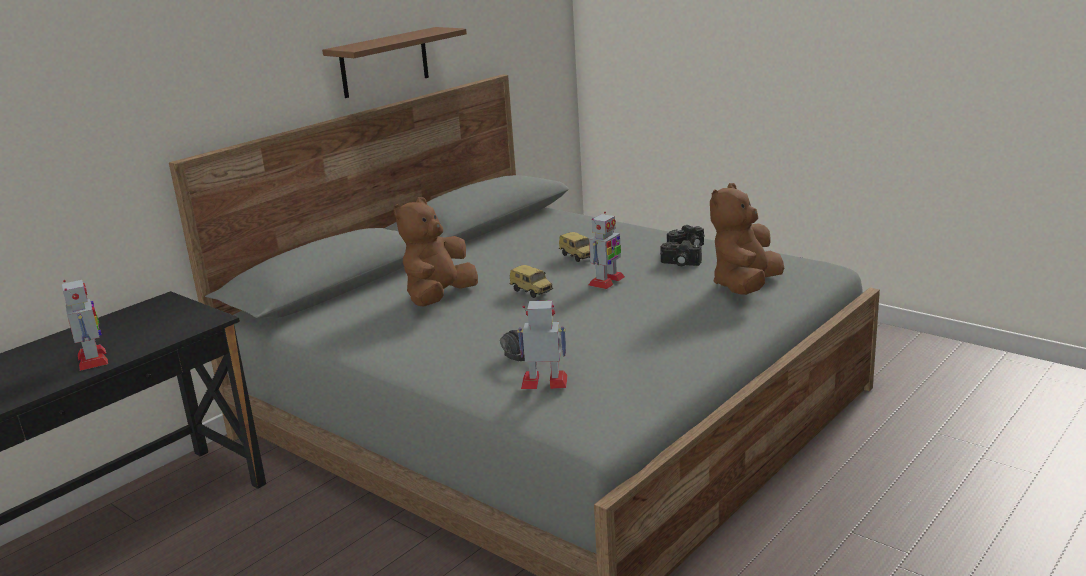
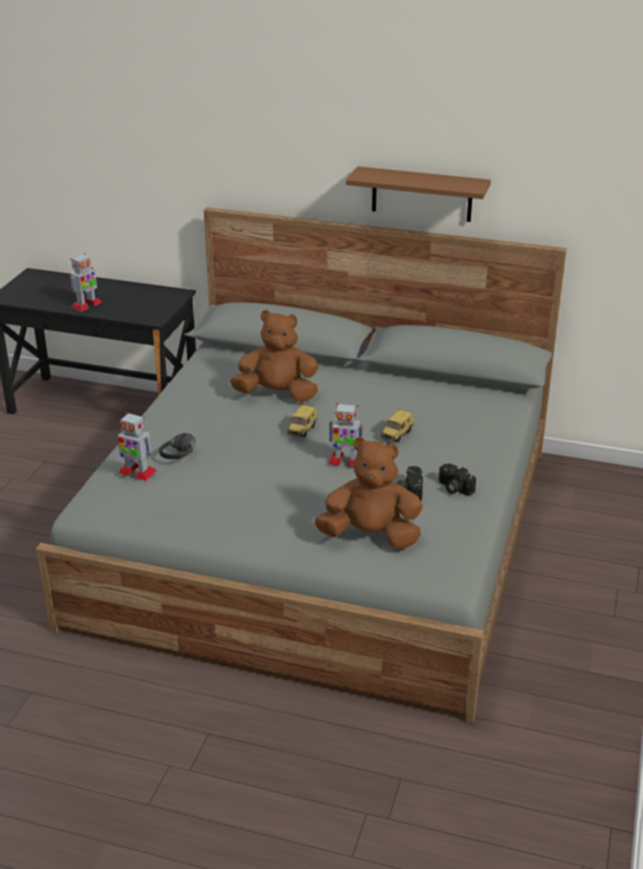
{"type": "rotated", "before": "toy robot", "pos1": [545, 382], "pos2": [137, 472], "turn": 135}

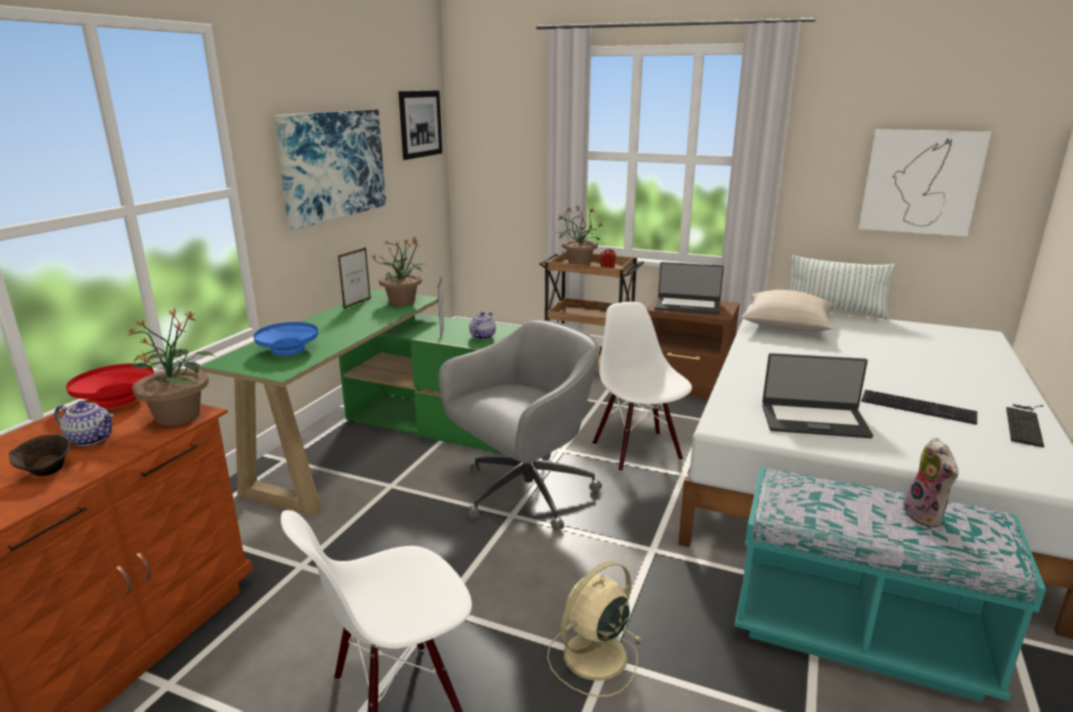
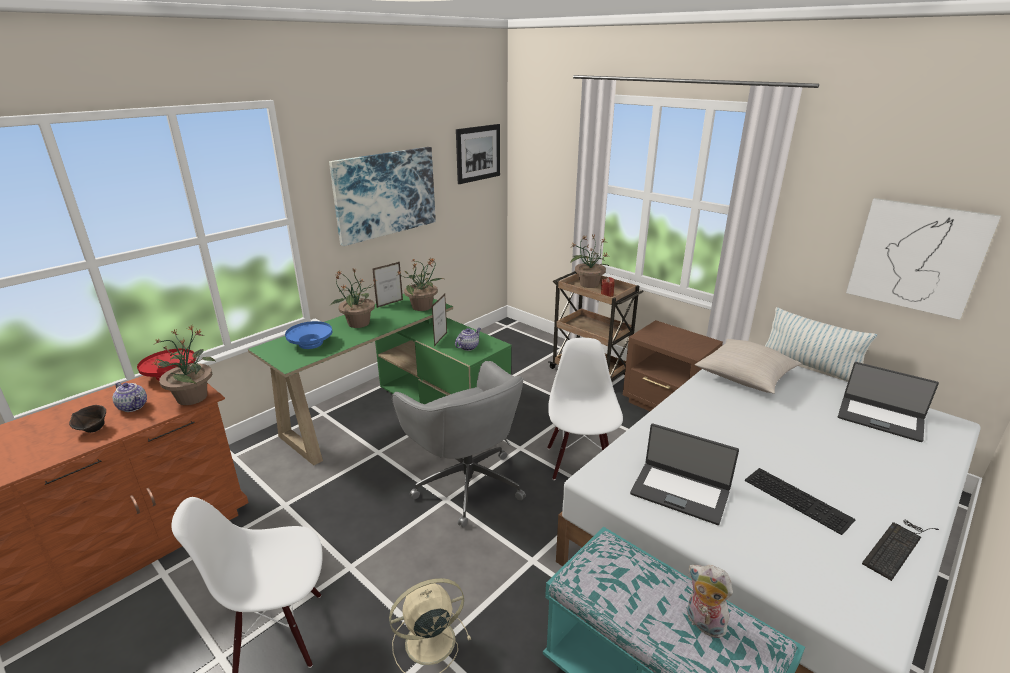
{"type": "rotated", "before": "office chair (grey)", "pos1": [524, 494], "pos2": [466, 482], "turn": 75}
{"type": "shifted", "before": "laptop", "pos1": [687, 306], "pos2": [880, 418]}
{"type": "rotated", "before": "plush toy", "pos1": [926, 516], "pos2": [703, 624], "turn": 120}
{"type": "new", "after": "potted plant", "pos2": [358, 323]}

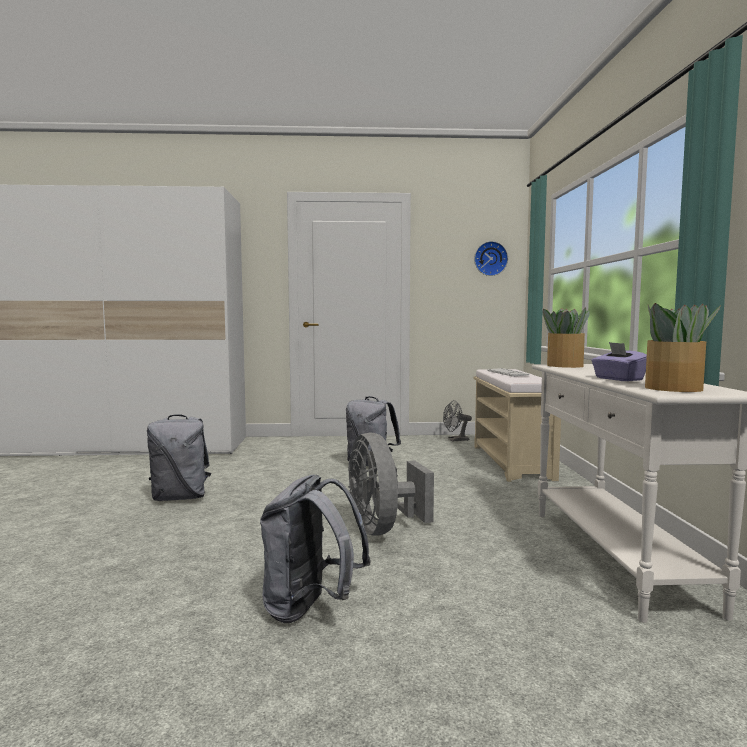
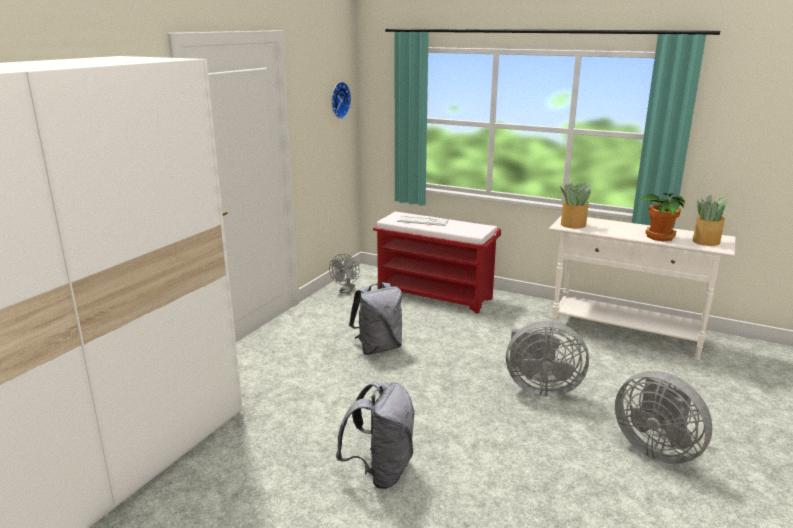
{"type": "swapped", "before": "backpack (grey)", "after": "fan (grey)", "pos1": [310, 608], "pos2": [656, 449]}
{"type": "repainted", "before": "bench (beige)", "after": "bench (red)", "pos1": [513, 462], "pos2": [435, 295]}
{"type": "swapped", "before": "tissue box (purple)", "after": "potted plant", "pos1": [618, 379], "pos2": [659, 237]}

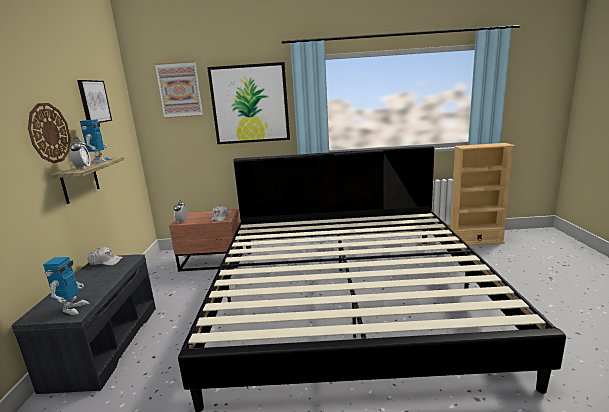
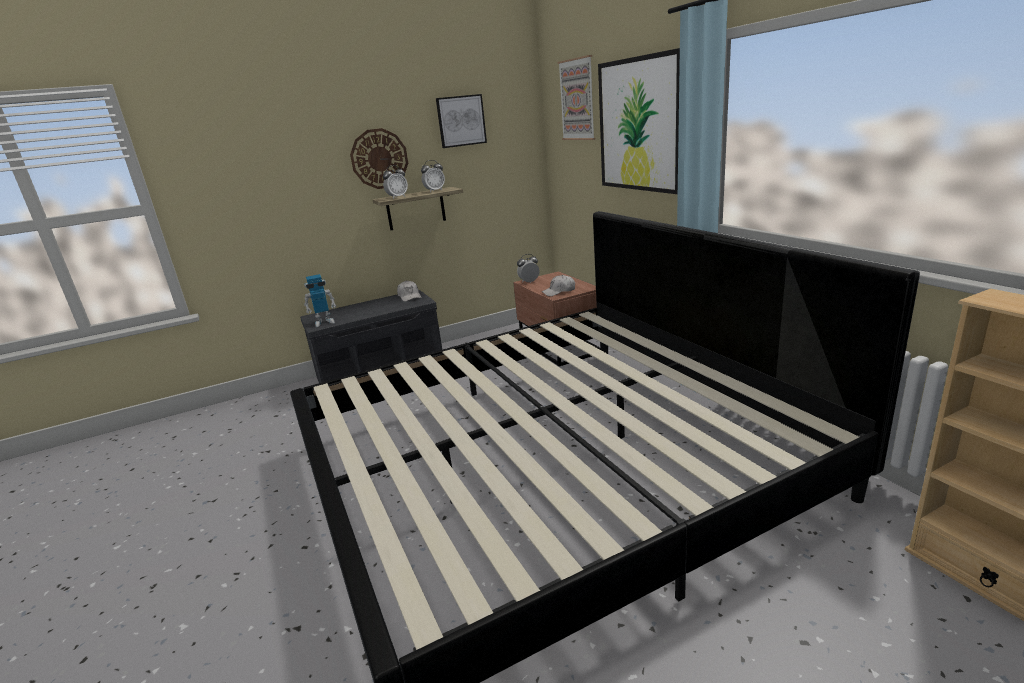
{"type": "swapped", "before": "toy robot", "after": "alarm clock", "pos1": [100, 161], "pos2": [434, 191]}

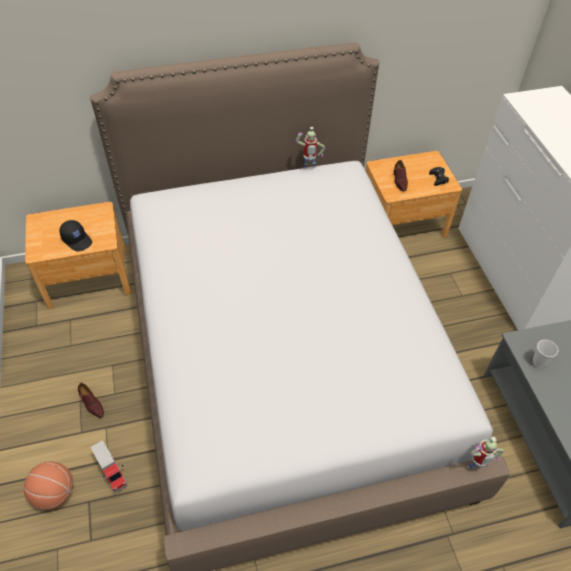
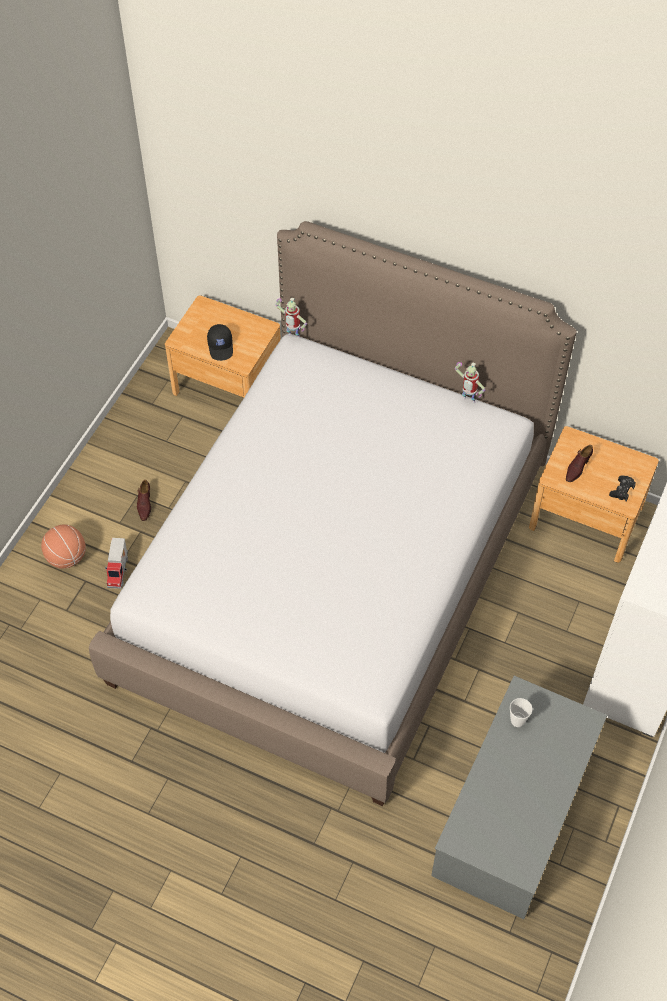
{"type": "shifted", "before": "toy robot", "pos1": [474, 467], "pos2": [293, 337]}

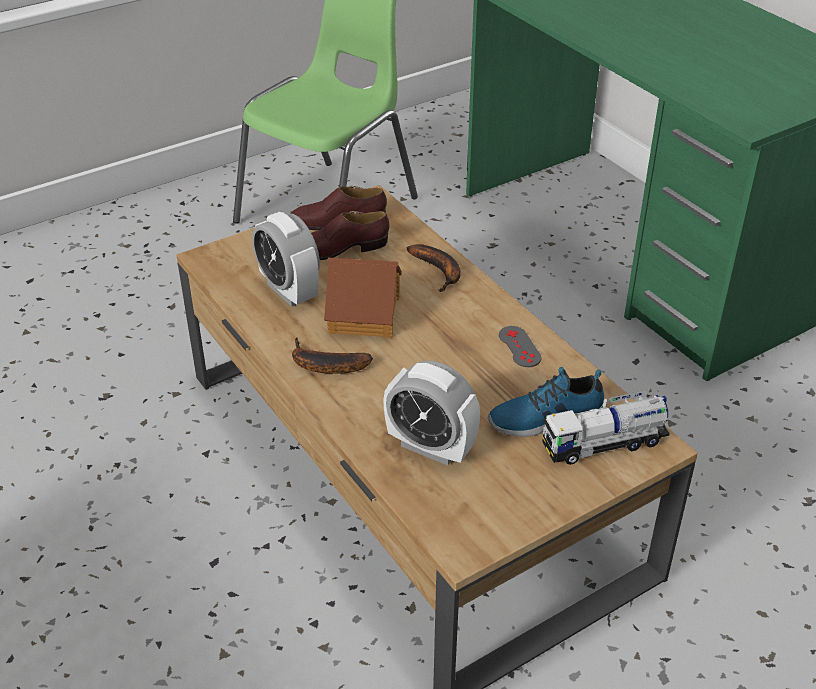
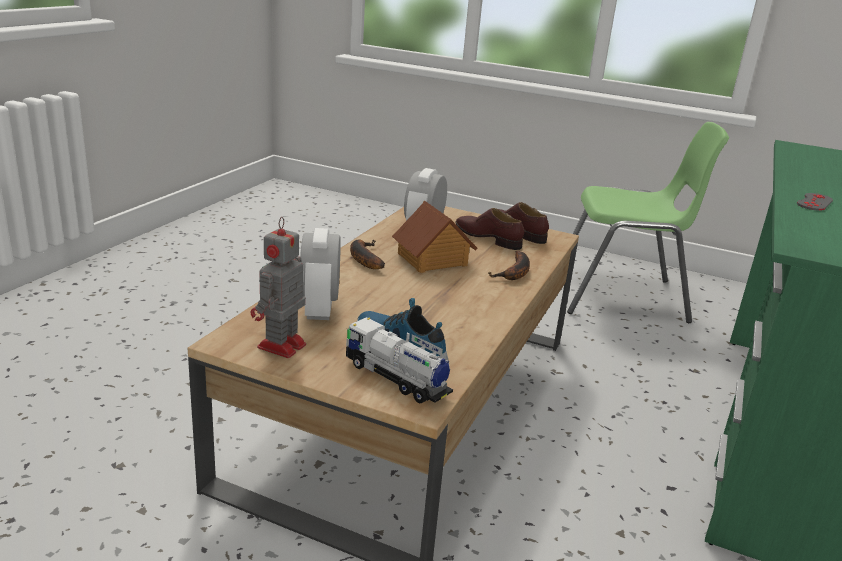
{"type": "shifted", "before": "game controller (grey)", "pos1": [519, 347], "pos2": [814, 202]}
{"type": "new", "after": "toy robot", "pos2": [280, 347]}

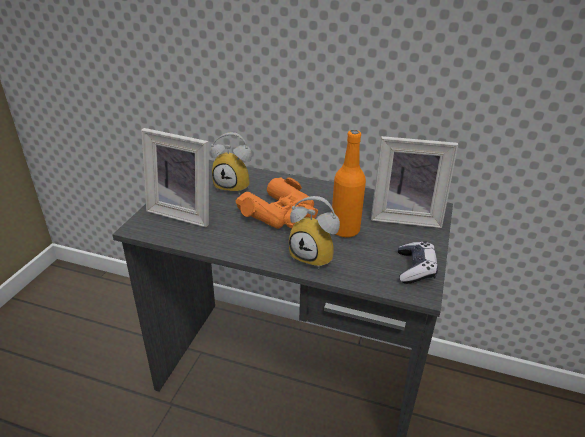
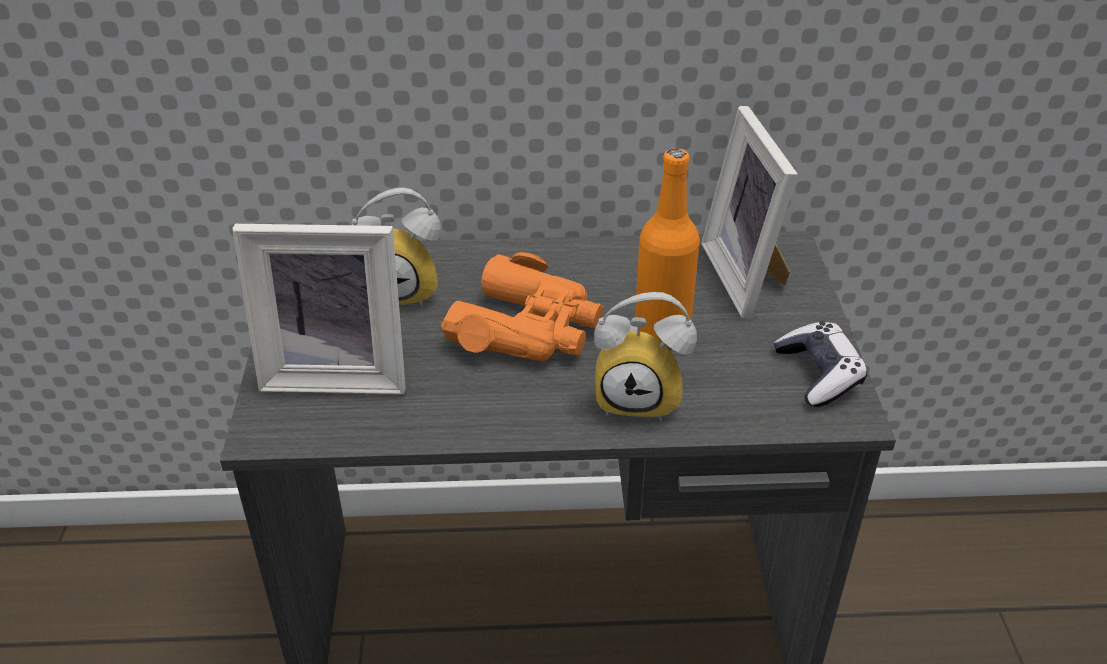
{"type": "rotated", "before": "picture frame", "pos1": [405, 216], "pos2": [748, 277], "turn": 90}

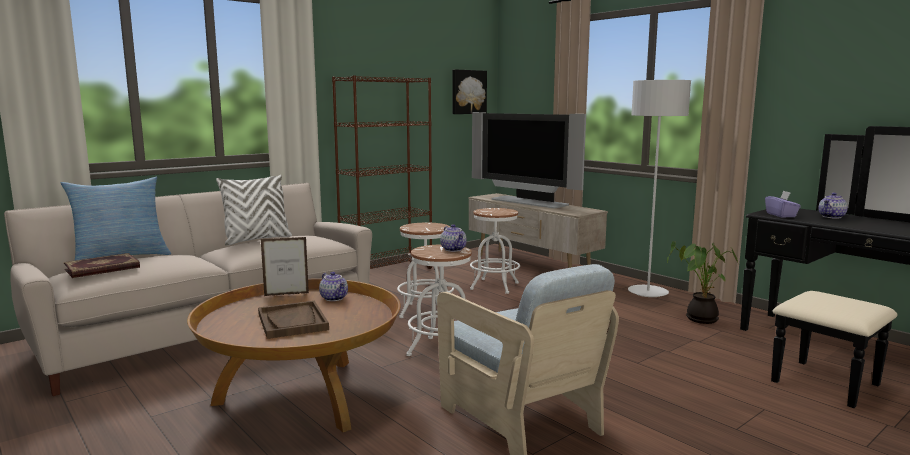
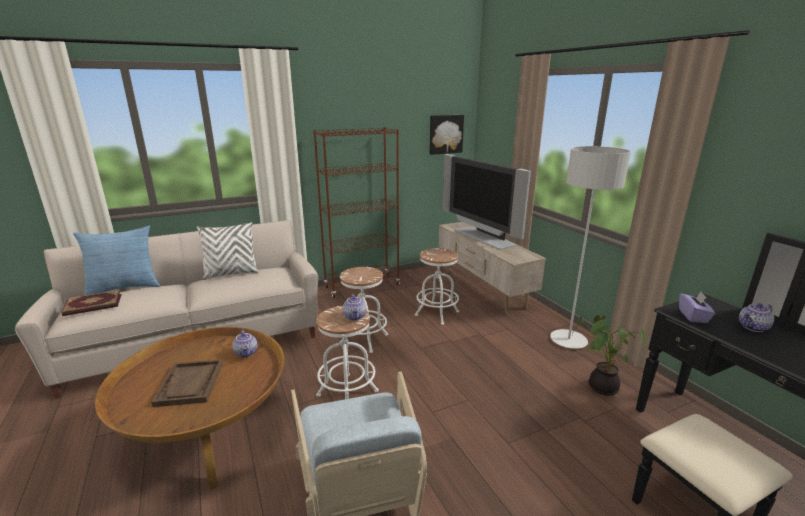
{"type": "gone", "before": "picture frame", "pos1": [286, 294]}

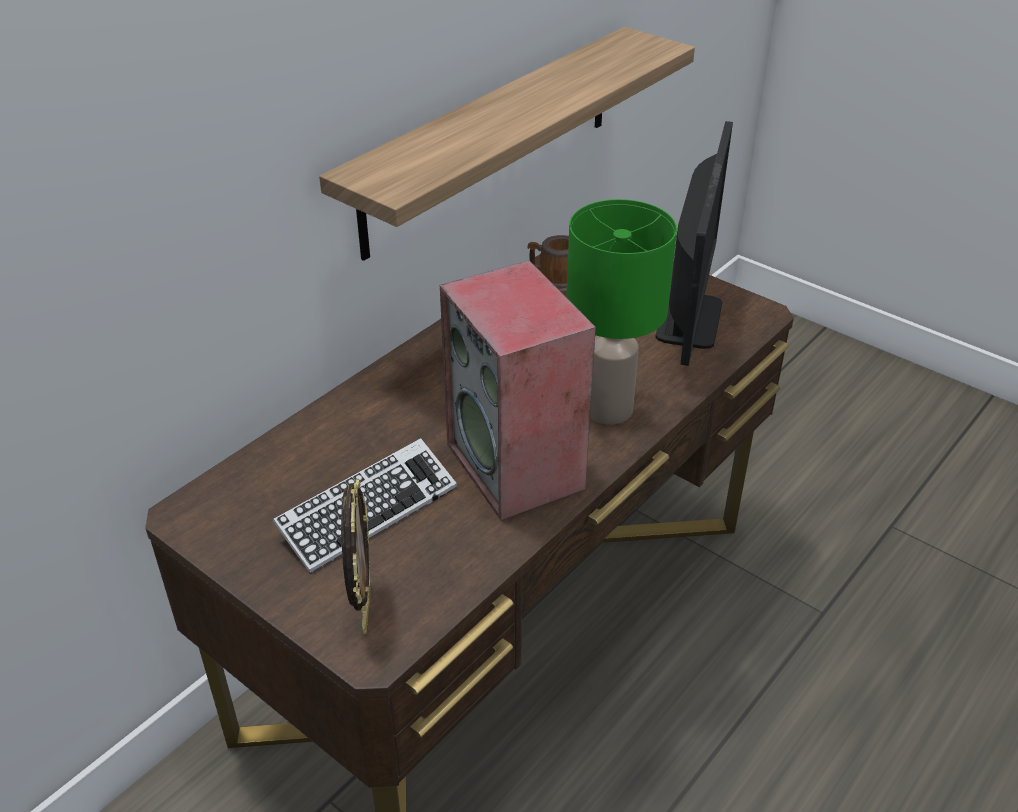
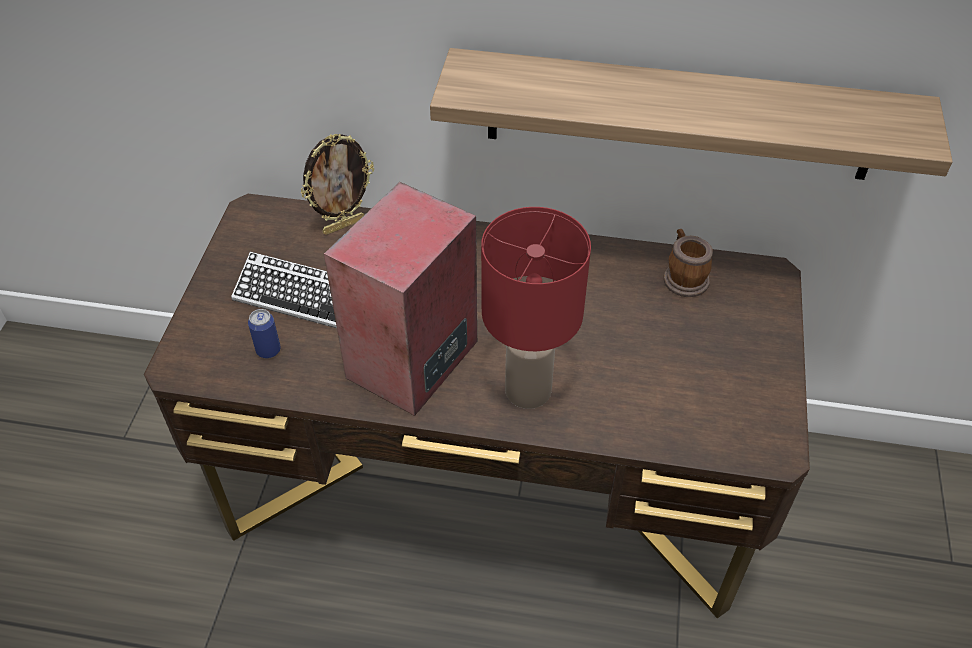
{"type": "shifted", "before": "picture frame", "pos1": [364, 610], "pos2": [343, 225]}
{"type": "repainted", "before": "table lamp (green)", "after": "table lamp (red)", "pos1": [608, 410], "pos2": [526, 390]}
{"type": "gone", "before": "monitor", "pos1": [689, 320]}
{"type": "new", "after": "can", "pos2": [268, 350]}

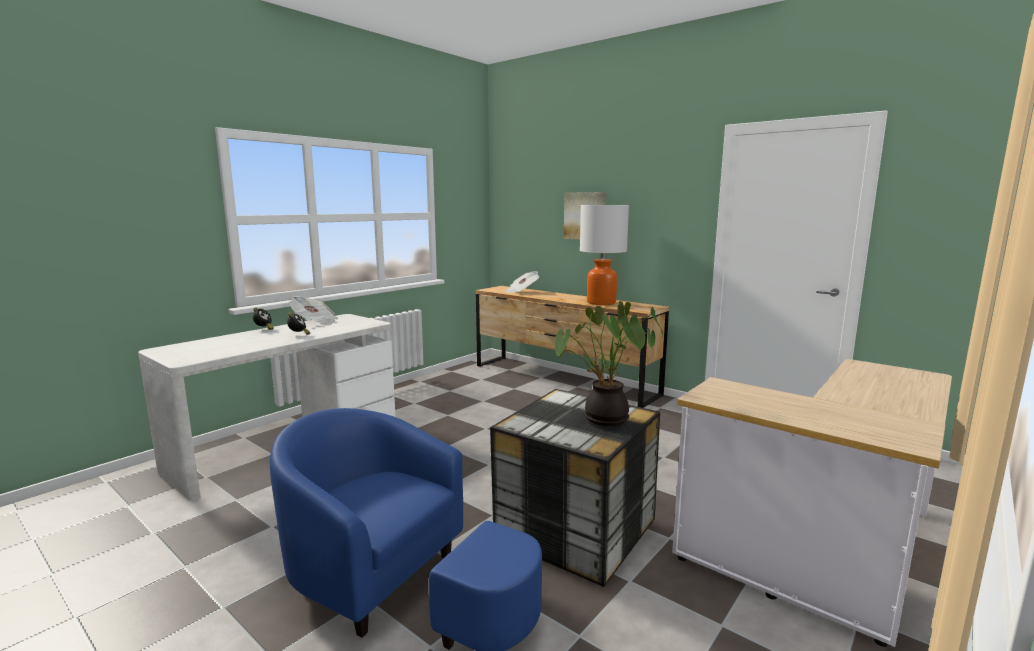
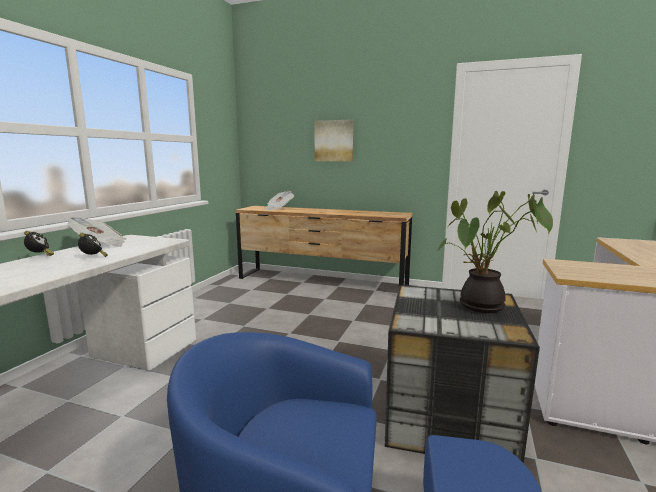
{"type": "gone", "before": "table lamp", "pos1": [601, 303]}

